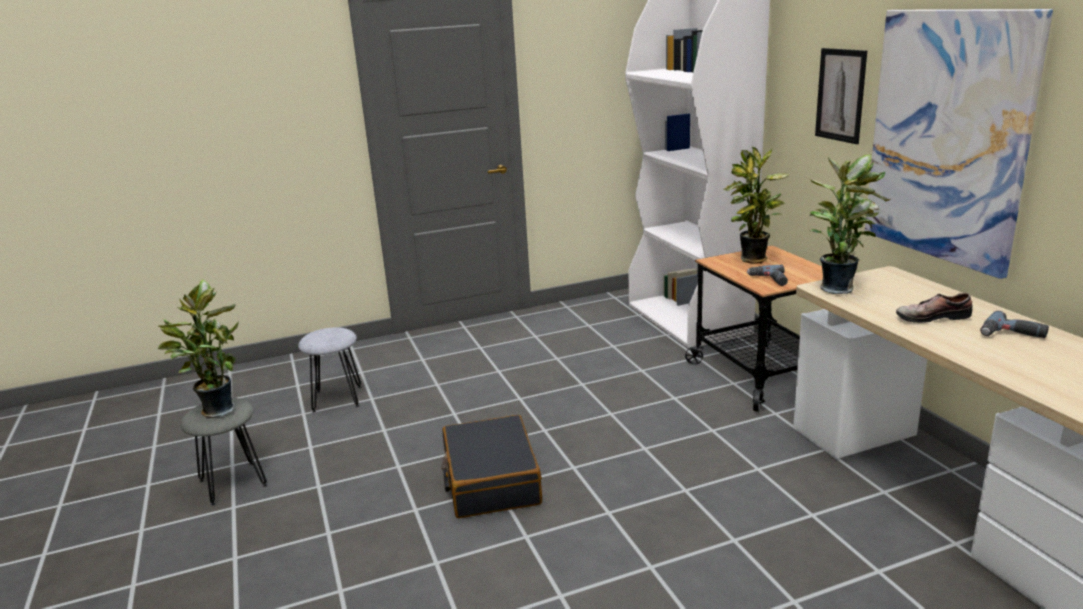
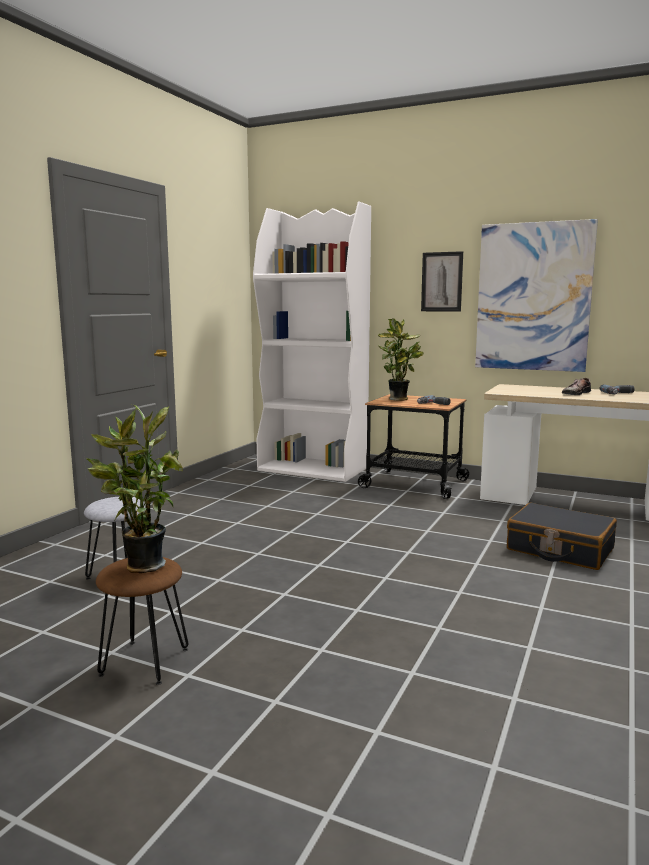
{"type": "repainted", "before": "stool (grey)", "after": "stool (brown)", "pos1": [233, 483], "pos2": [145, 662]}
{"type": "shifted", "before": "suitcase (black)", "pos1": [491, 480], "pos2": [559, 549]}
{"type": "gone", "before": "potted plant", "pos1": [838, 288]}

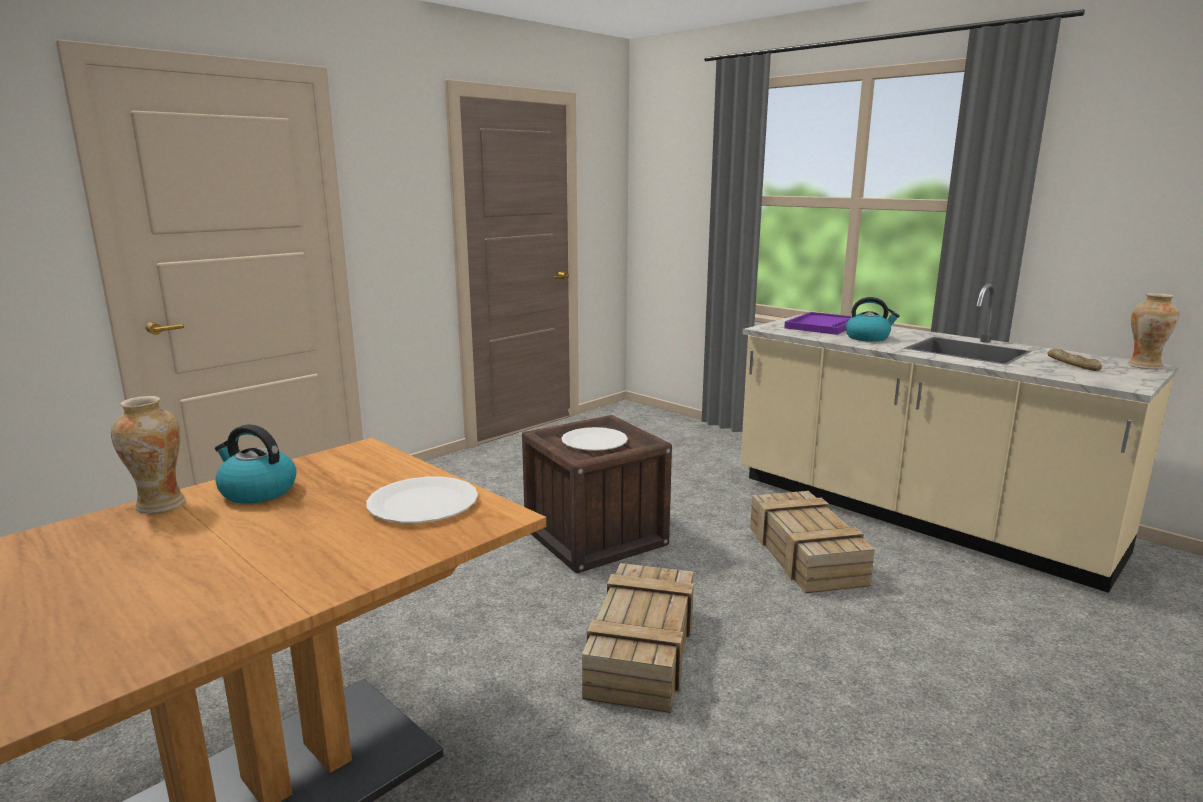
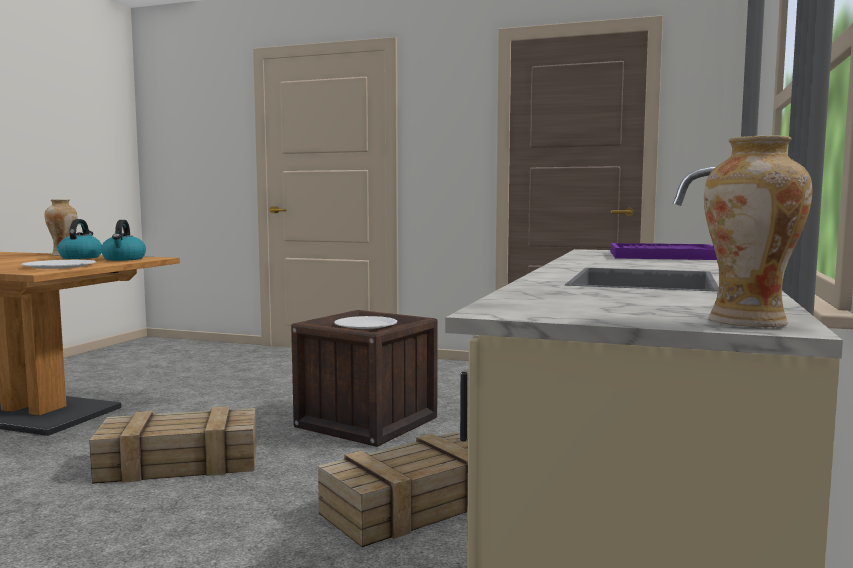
{"type": "shifted", "before": "kettle", "pos1": [868, 338], "pos2": [124, 259]}
{"type": "gone", "before": "bread", "pos1": [1072, 365]}

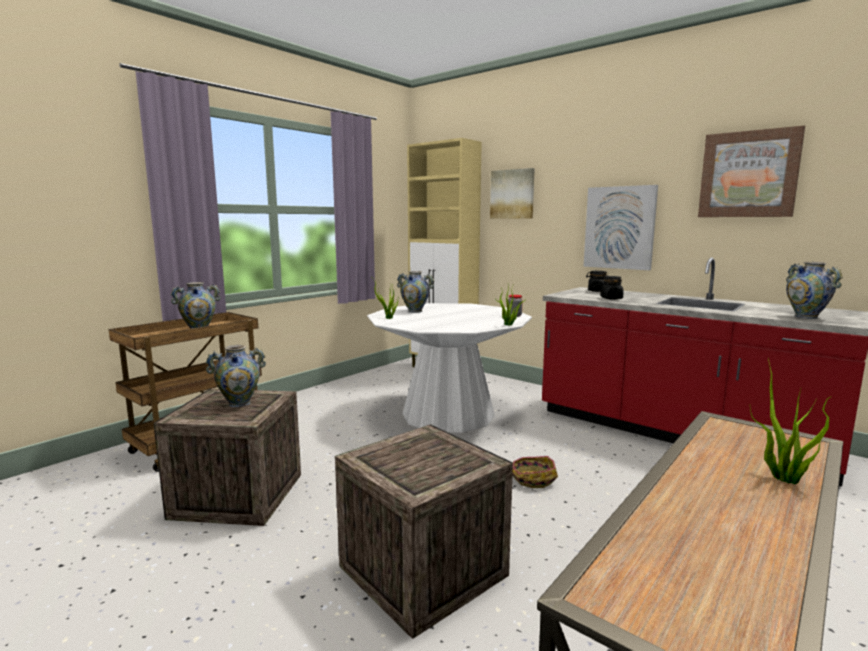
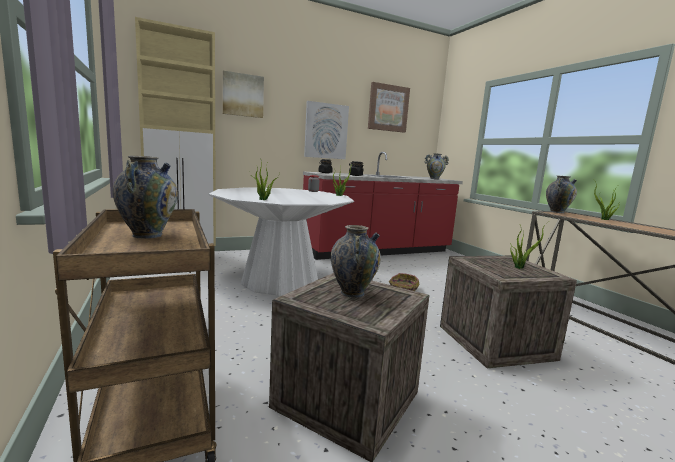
{"type": "shifted", "before": "vase", "pos1": [415, 311], "pos2": [557, 212]}
{"type": "new", "after": "potted plant", "pos2": [519, 267]}

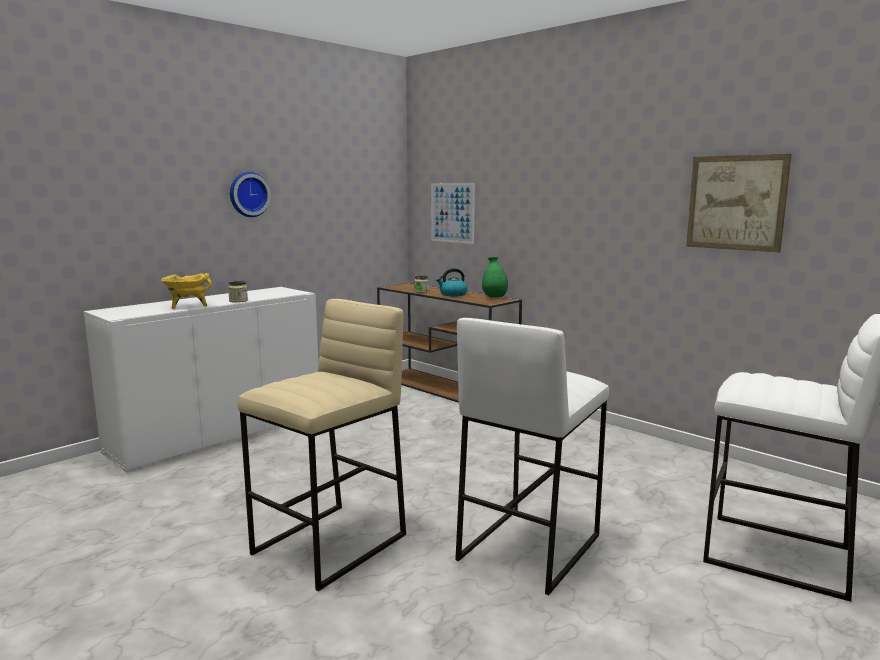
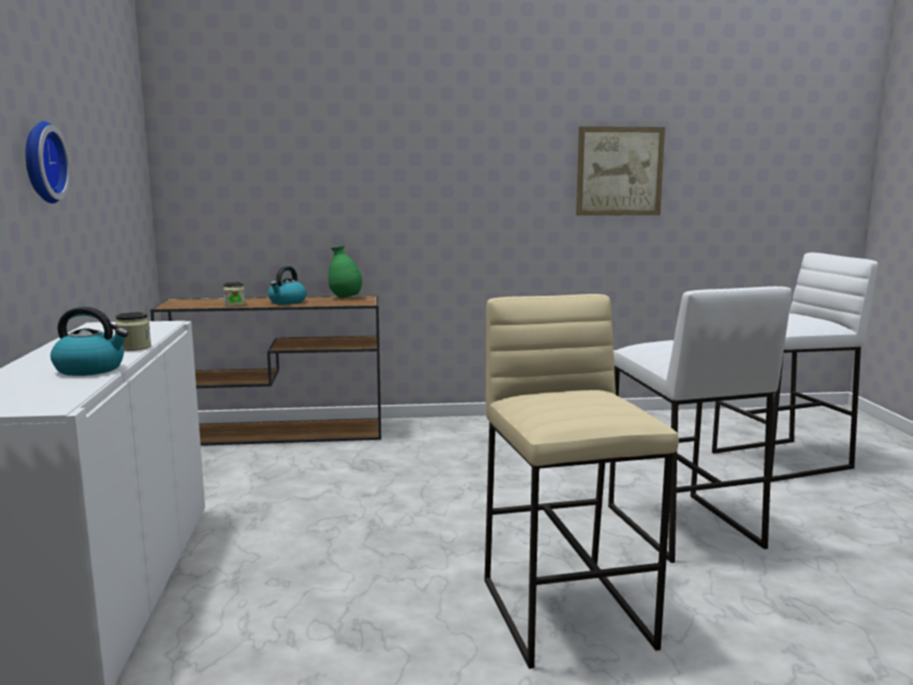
{"type": "swapped", "before": "cooking pot (yellow)", "after": "kettle", "pos1": [187, 306], "pos2": [91, 369]}
{"type": "gone", "before": "picture", "pos1": [452, 212]}

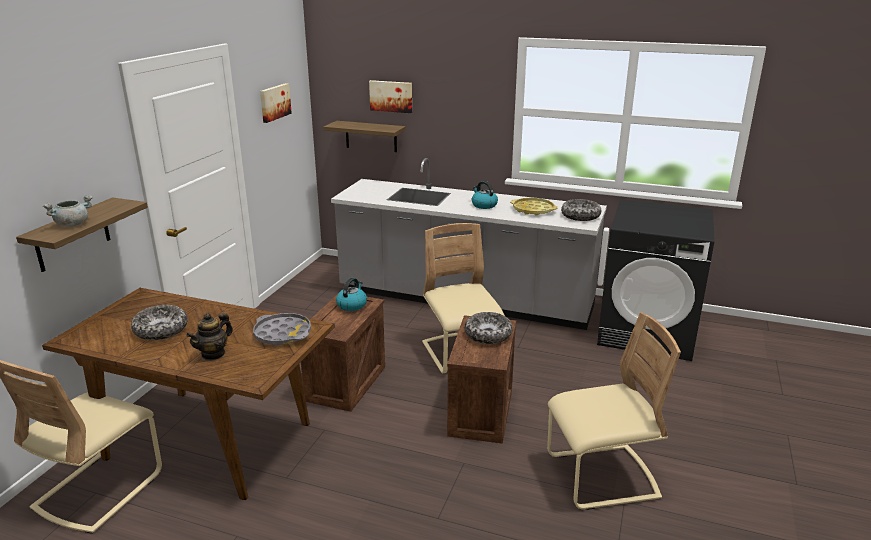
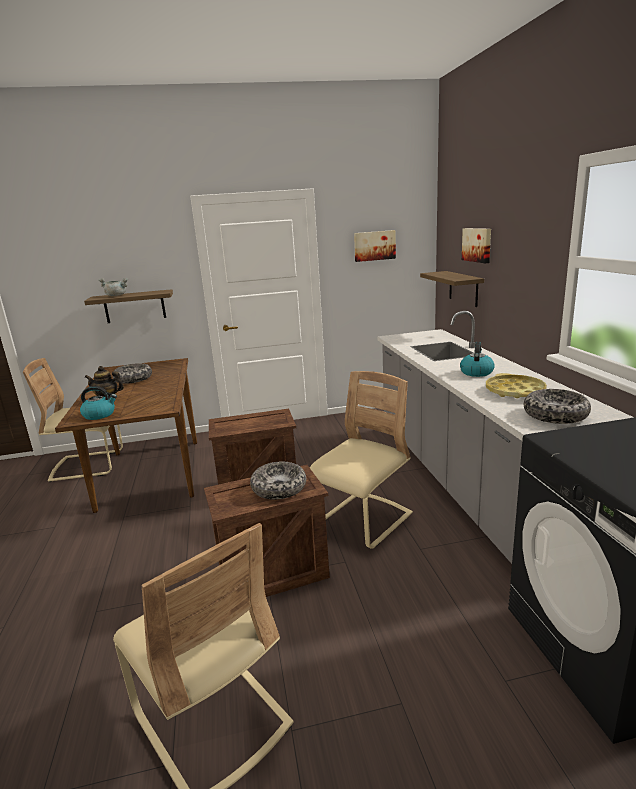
{"type": "gone", "before": "tray (grey)", "pos1": [283, 334]}
{"type": "shifted", "before": "kettle", "pos1": [352, 305], "pos2": [100, 415]}

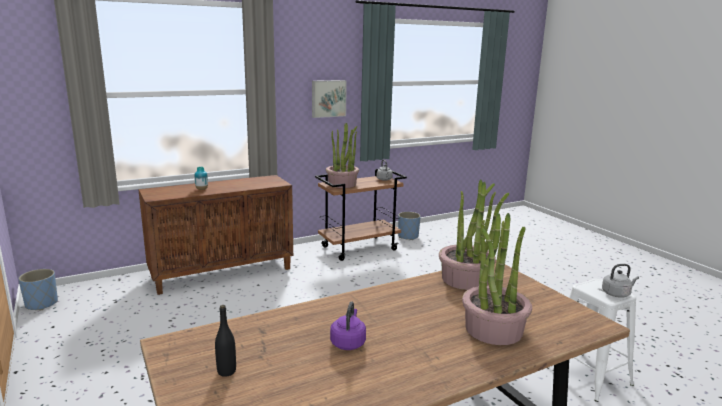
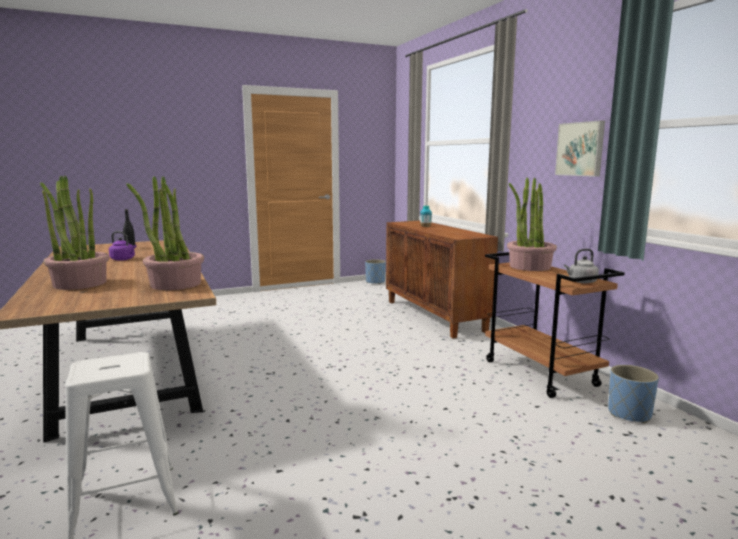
{"type": "gone", "before": "kettle (grey)", "pos1": [617, 293]}

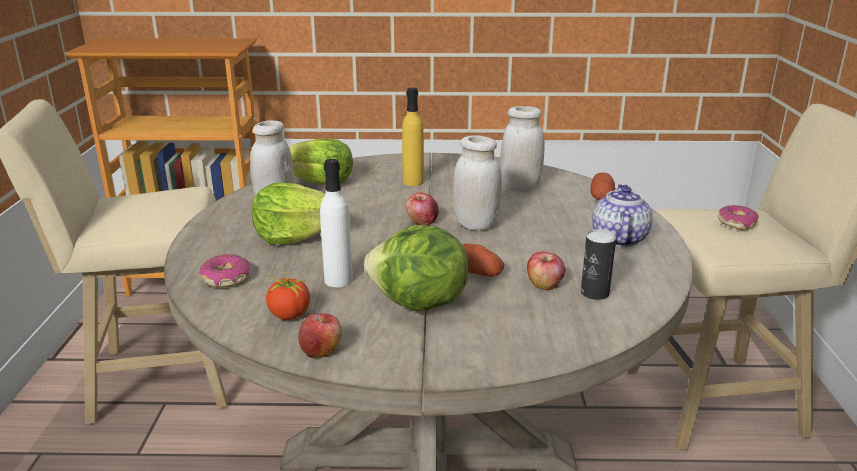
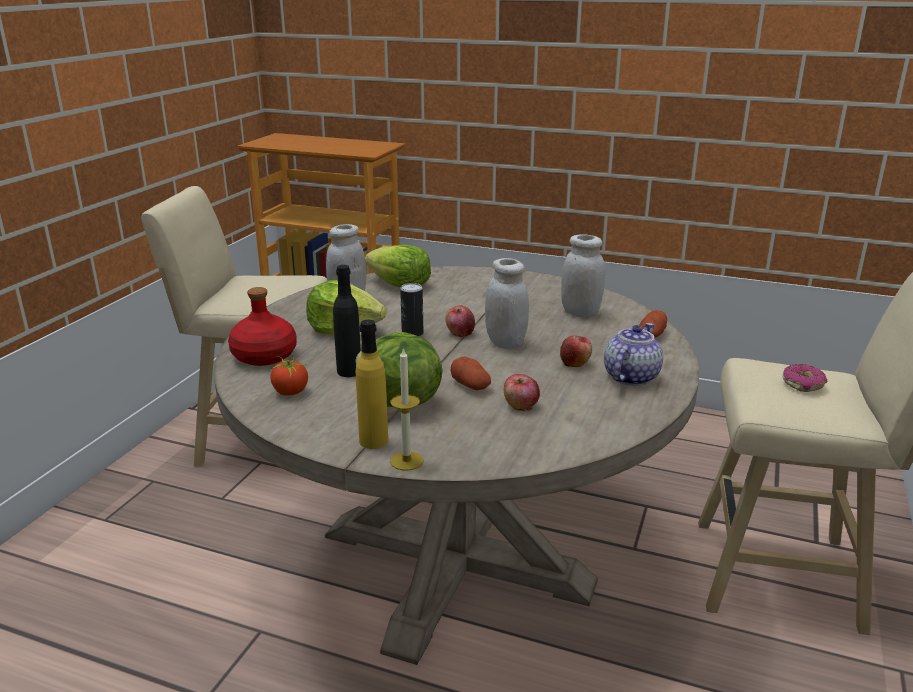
{"type": "swapped", "before": "donut", "after": "bottle (red)", "pos1": [226, 279], "pos2": [264, 355]}
{"type": "shifted", "before": "apple", "pos1": [321, 350], "pos2": [575, 363]}
{"type": "repainted", "before": "bottle (white)", "after": "bottle (black)", "pos1": [338, 280], "pos2": [349, 371]}
{"type": "shifted", "before": "bottle (yellow)", "pos1": [413, 182], "pos2": [373, 441]}
{"type": "shifted", "before": "can", "pos1": [594, 293], "pos2": [412, 333]}
{"type": "new", "after": "candle", "pos2": [406, 461]}

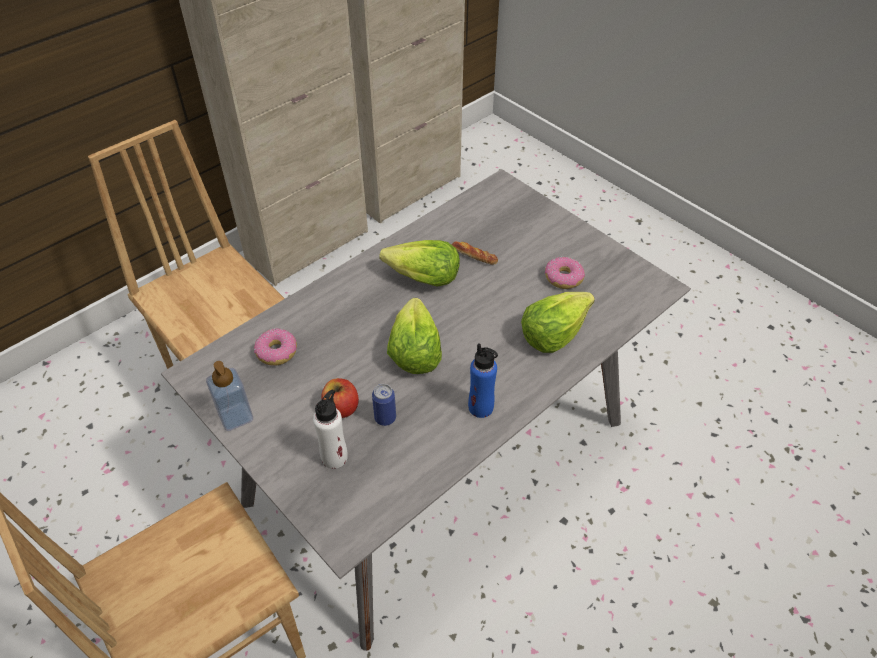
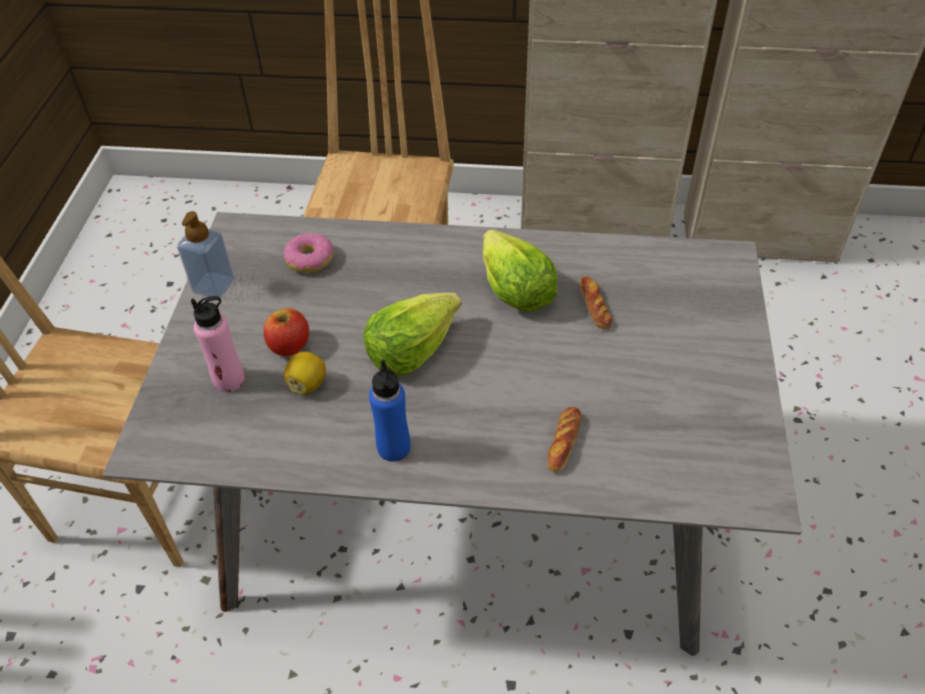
{"type": "repainted", "before": "bottle (white)", "after": "bottle (pink)", "pos1": [334, 457], "pos2": [229, 380]}
{"type": "swapped", "before": "can", "after": "lemon", "pos1": [385, 418], "pos2": [307, 384]}
{"type": "swapped", "before": "lettuce", "after": "bread", "pos1": [553, 333], "pos2": [564, 442]}
{"type": "gone", "before": "donut", "pos1": [563, 278]}

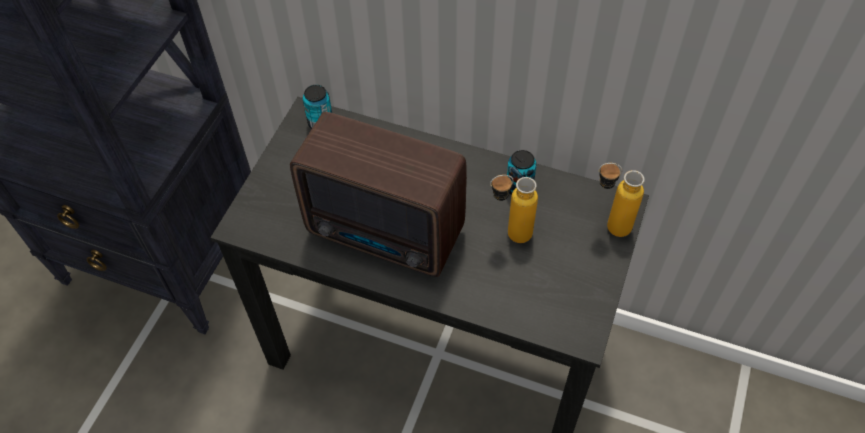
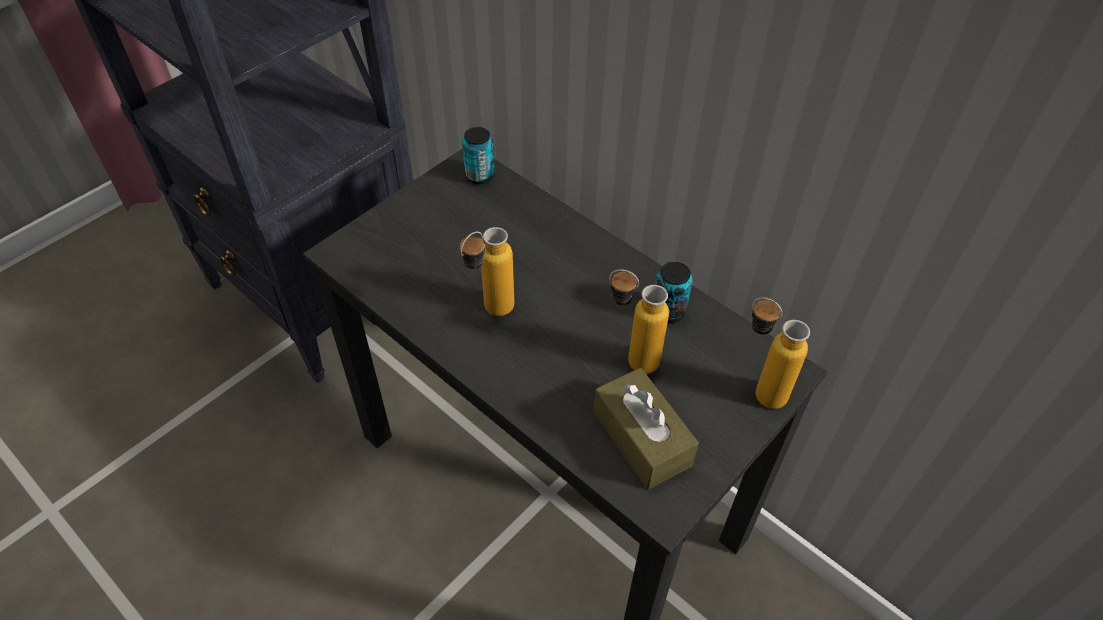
{"type": "swapped", "before": "radio", "after": "bottle", "pos1": [387, 235], "pos2": [489, 313]}
{"type": "new", "after": "tissue box (brown)", "pos2": [641, 438]}

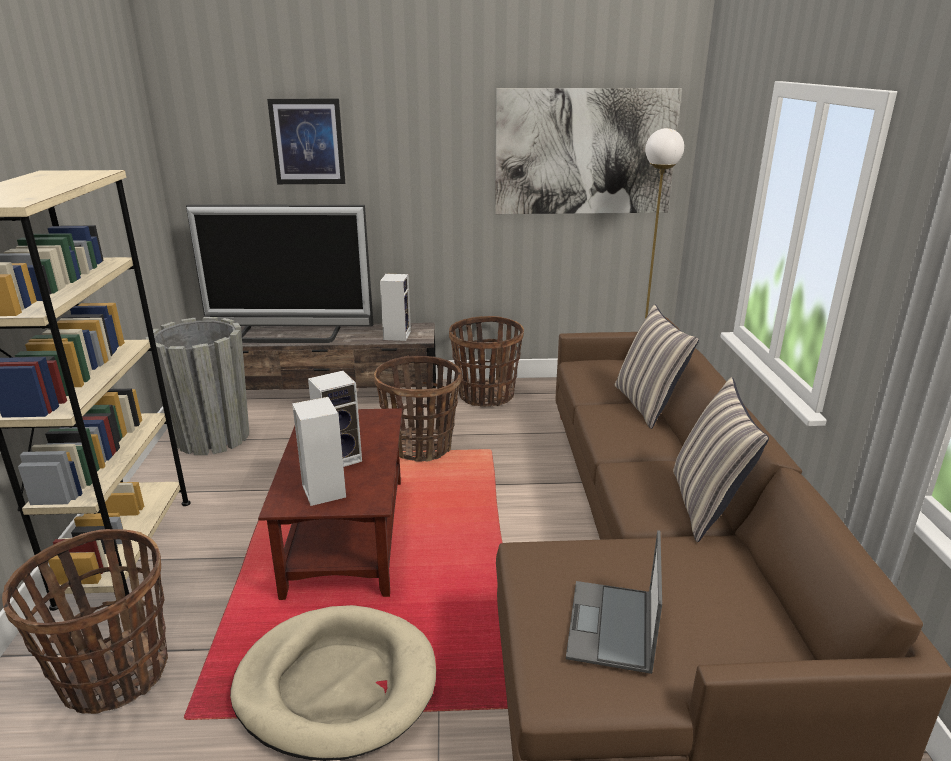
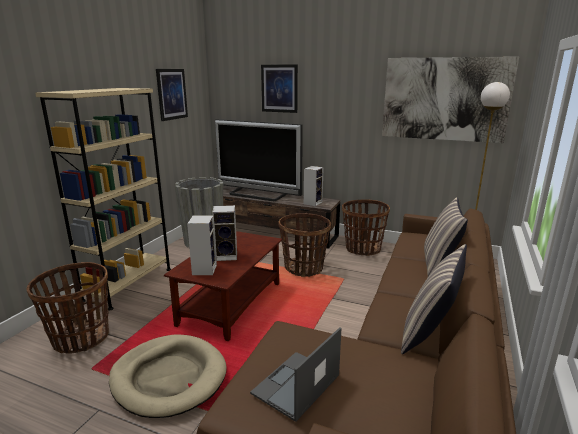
{"type": "new", "after": "picture", "pos2": [171, 94]}

